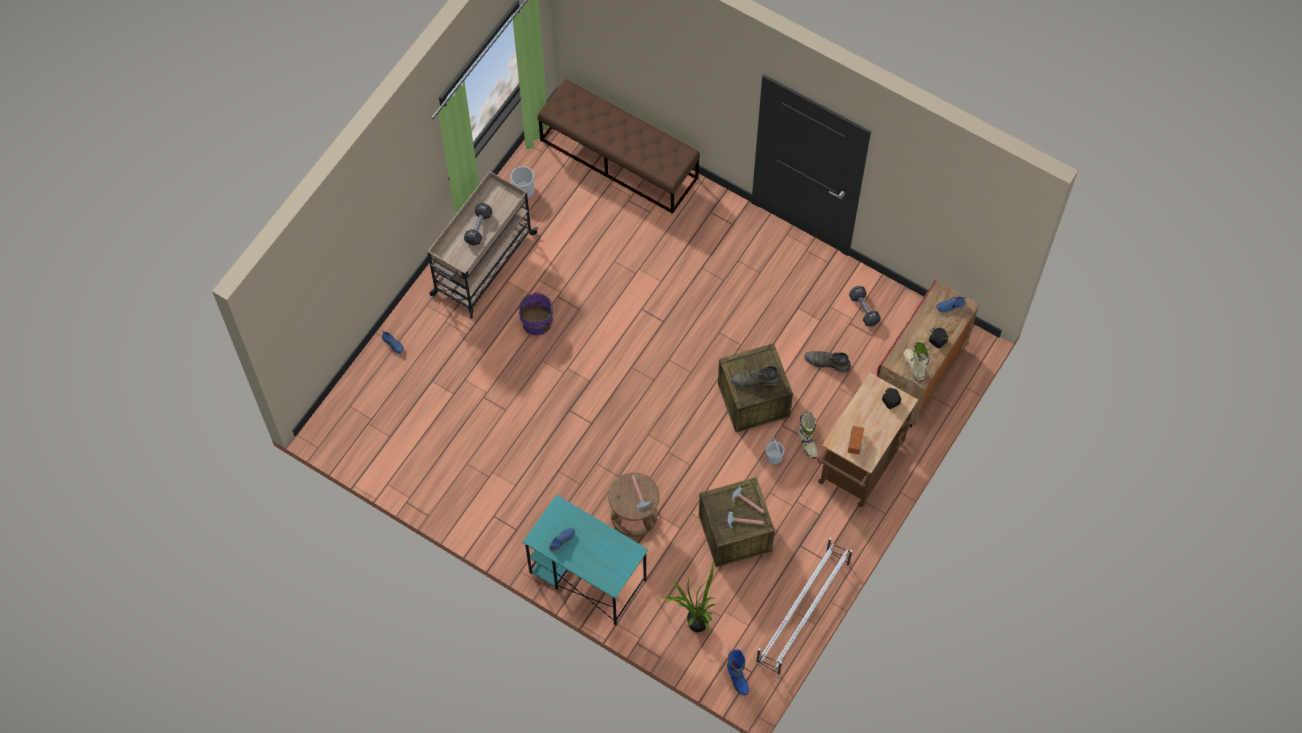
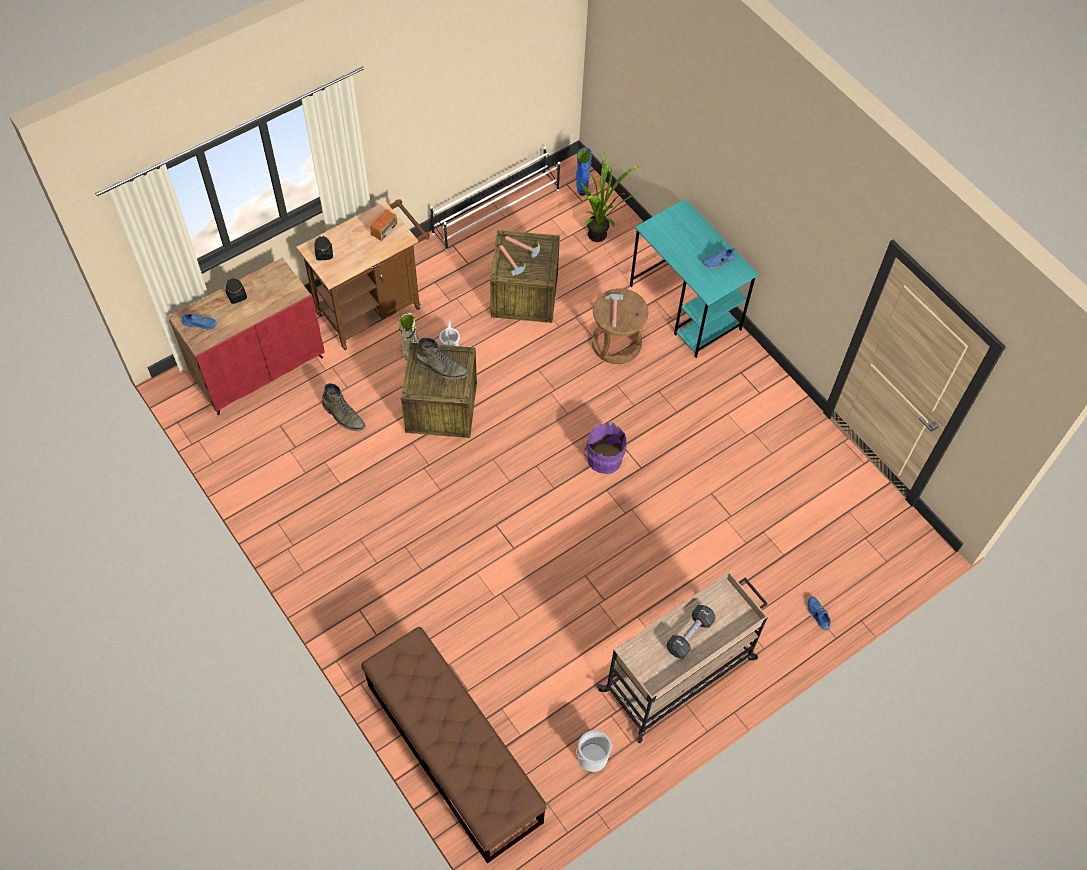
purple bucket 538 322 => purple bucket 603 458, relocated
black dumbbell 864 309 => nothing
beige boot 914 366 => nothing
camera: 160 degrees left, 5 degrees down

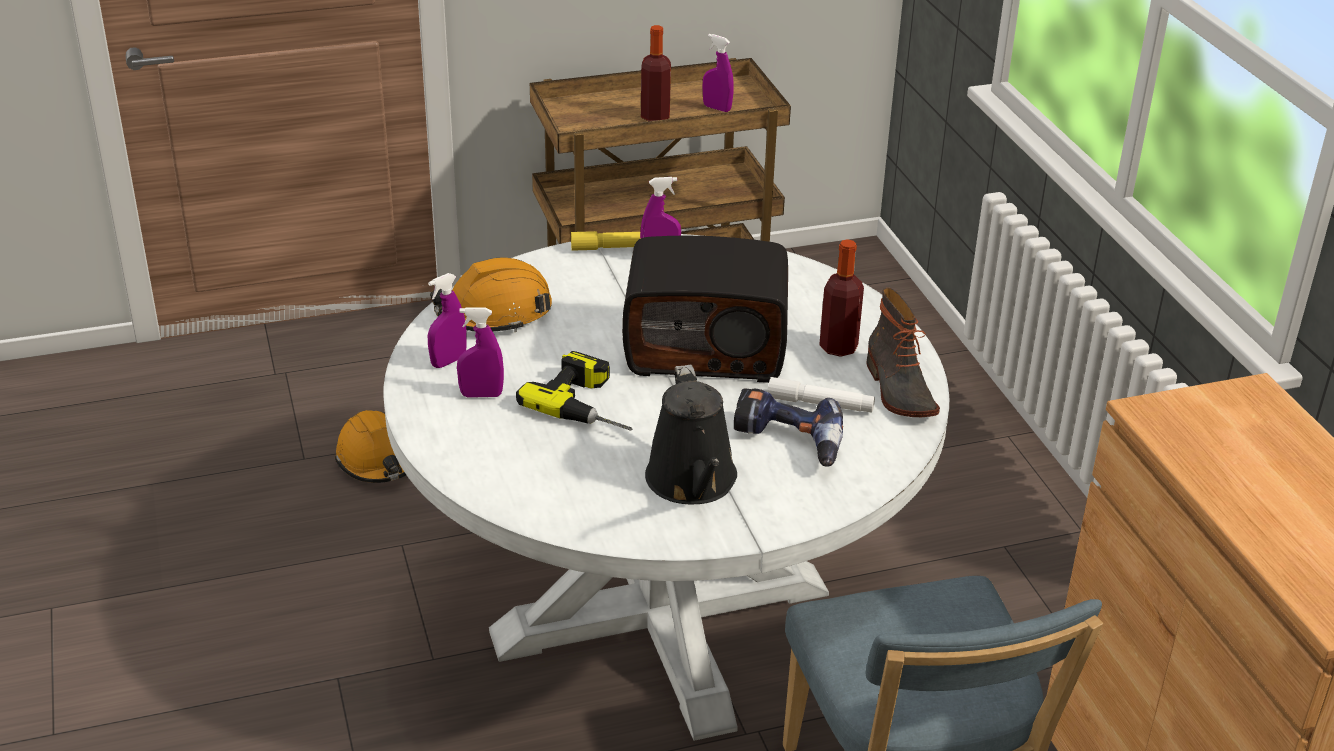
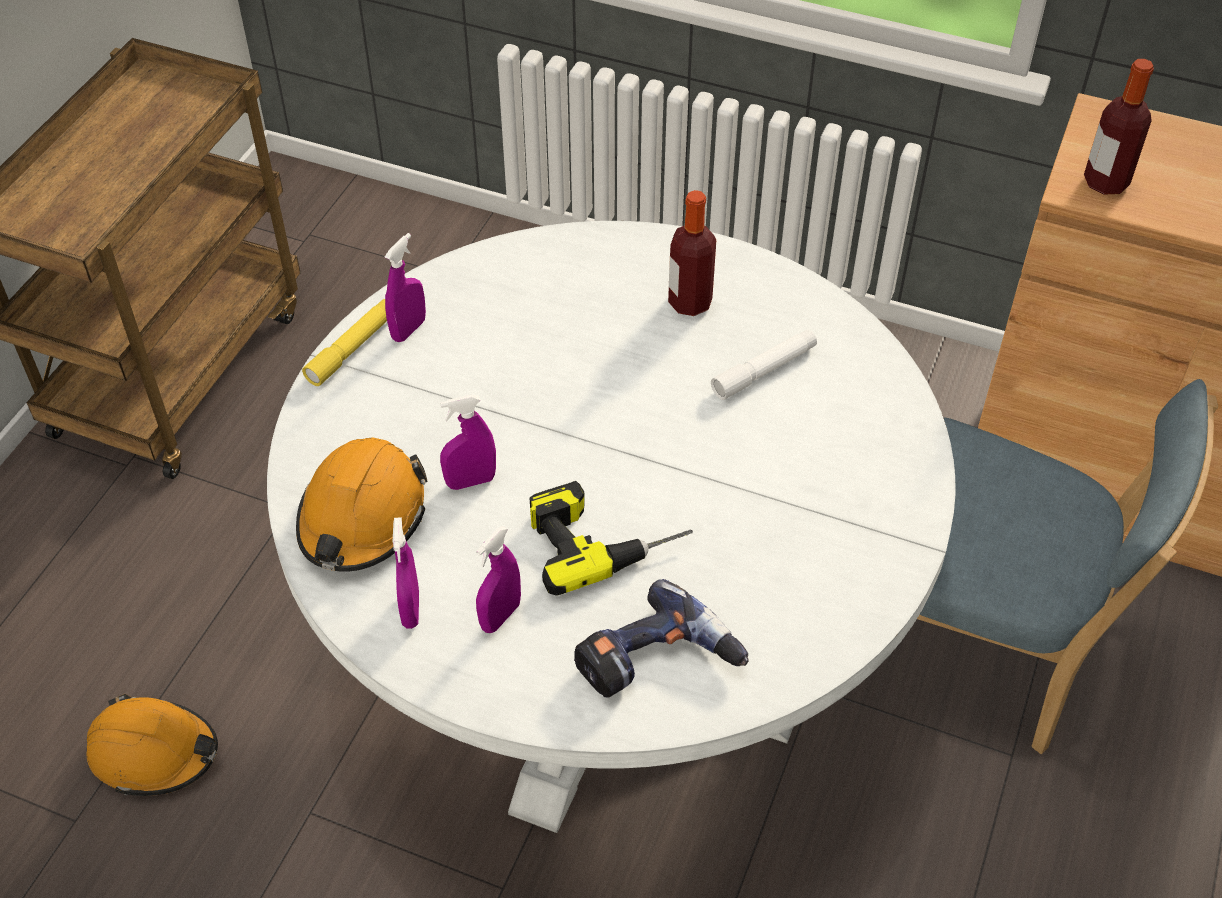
radio 707 347 => nothing
bottle 655 116 => bottle 1105 182, relocated
black watering can 693 482 => nothing
purple spray bottle 717 108 => purple spray bottle 471 481, relocated
power drill 787 443 => power drill 658 664, relocated
boot 897 390 => nothing
camera: 50 degrees left, 15 degrees up

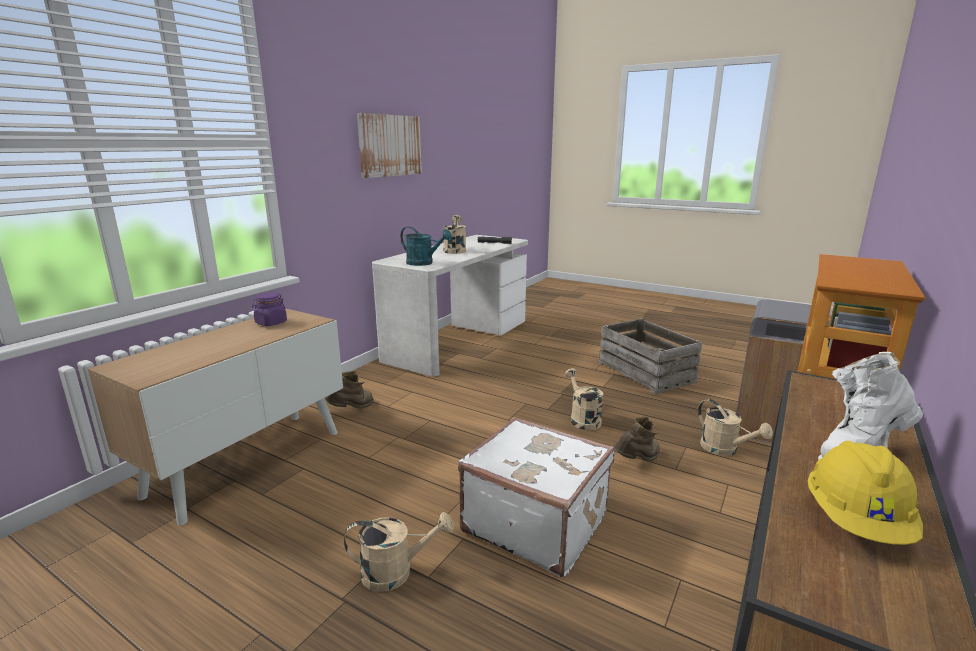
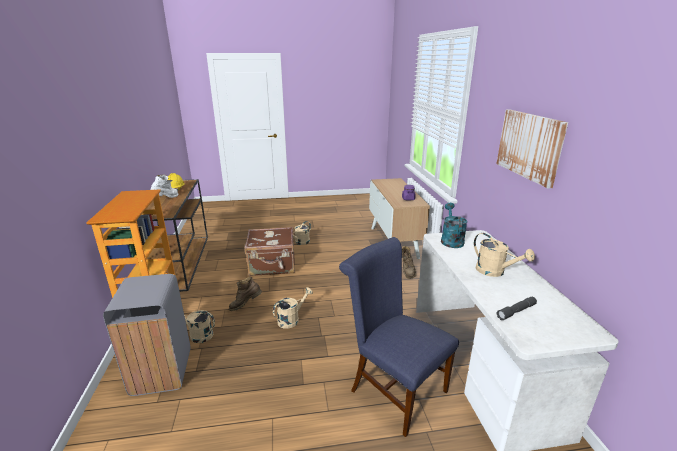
turquoise watering can 424 263 => turquoise watering can 451 240, 105 degrees clockwise
white suitcase 535 522 => brown suitcase 272 266
beige watering can 582 419 => beige watering can 291 319, 75 degrees counterclockwise
crate 646 372 => nothing
brown boot 638 461 => brown boot 245 305, 45 degrees clockwise
nothing => blue chair 393 388
camera: 140 degrees right, 5 degrees up

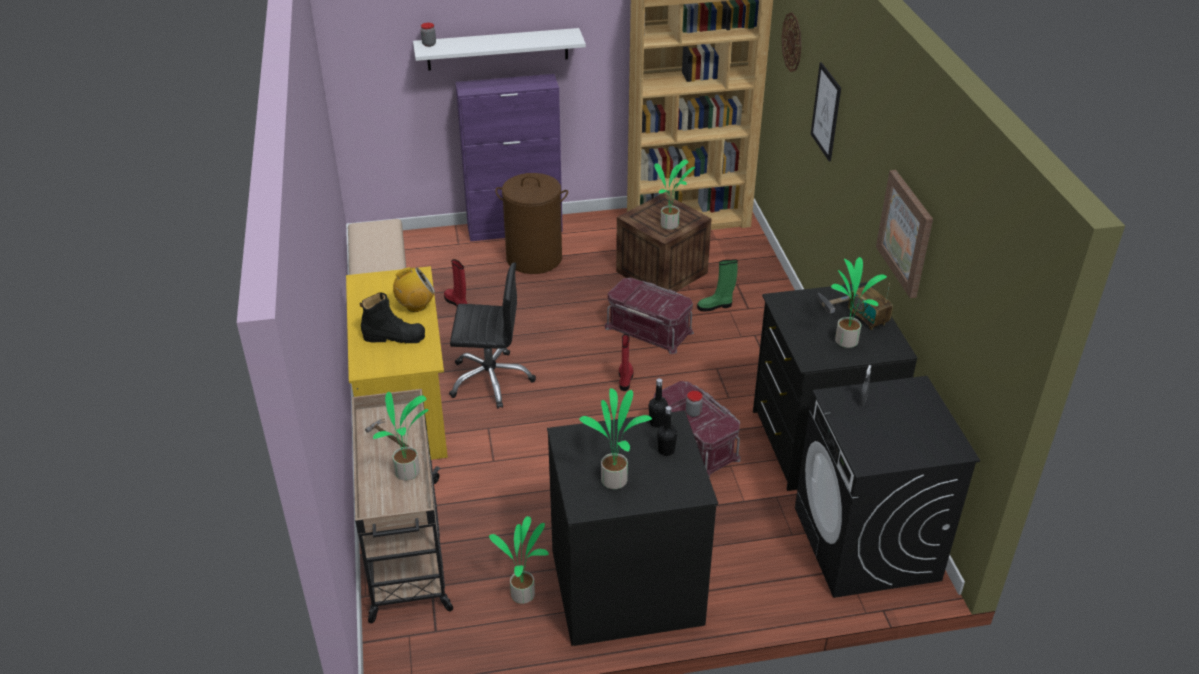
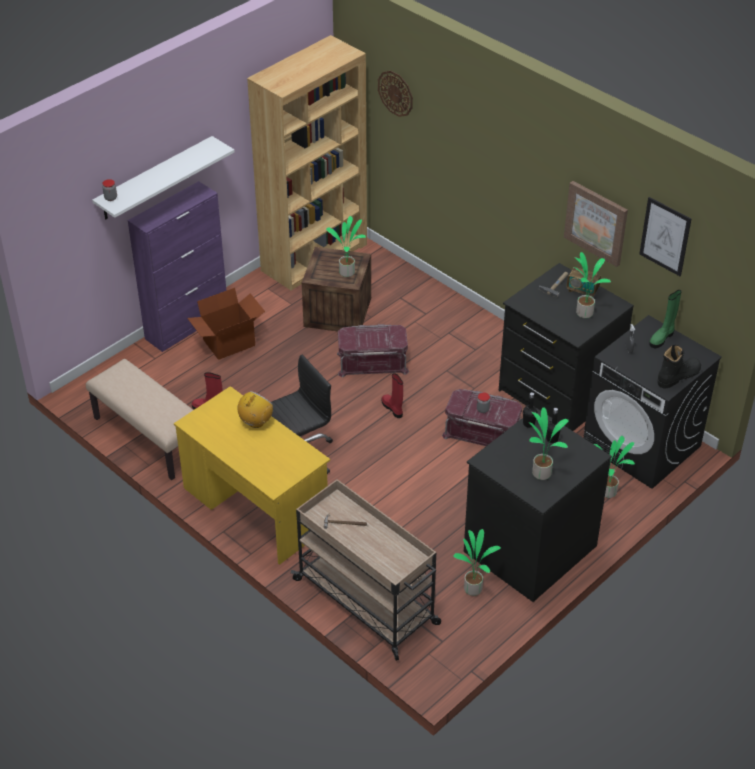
black boot 394 337 => black boot 678 376, relocated
potted plant 409 473 => potted plant 609 492, relocated
brown laundry basket 534 258 => cardboard box 229 343
green boot 715 306 => green boot 662 338, relocated
picture 826 111 => picture 665 236, relocated
camera: 35 degrees left, 5 degrees up

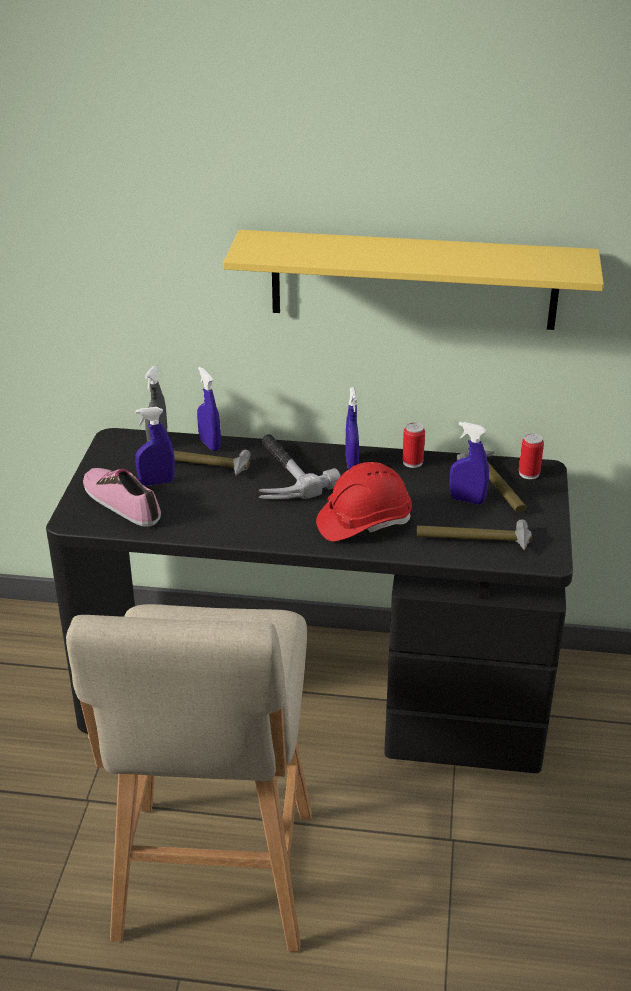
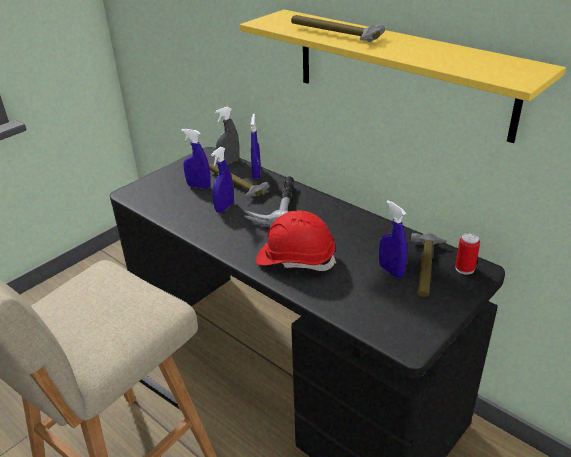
shoe 122 502 => nothing
blue spray bottle 351 463 => blue spray bottle 224 207, relocated
can 412 462 => nothing
hammer 473 541 => hammer 333 34, relocated
camera: 35 degrees right, 0 degrees up

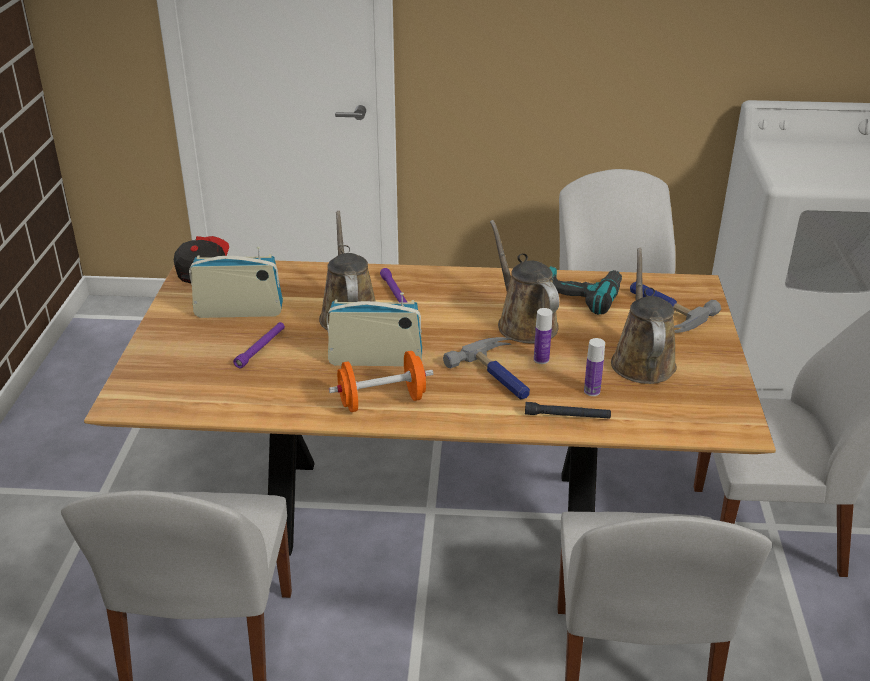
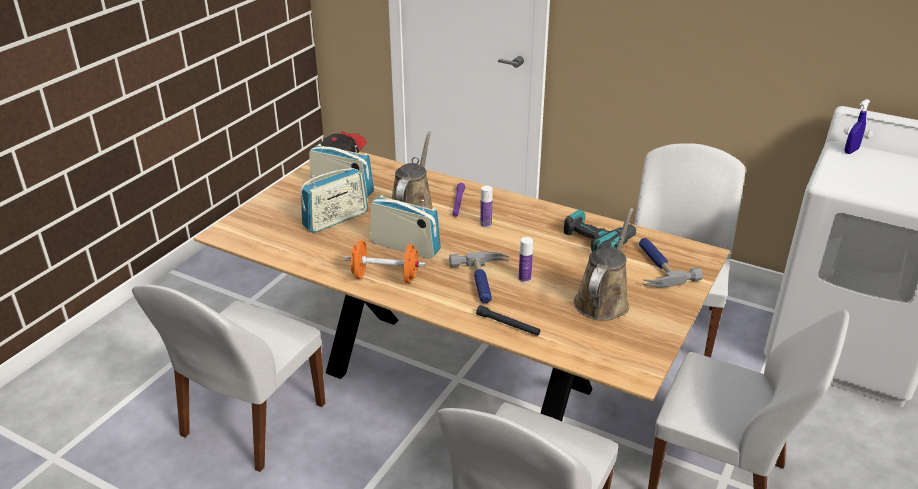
purple flashlight 261 348 => radio 336 219
brown watering can 524 323 => nothing
bottle 592 391 => bottle 486 224, relocated
nothing => blue spray bottle 851 151
camera: 25 degrees right, 0 degrees up

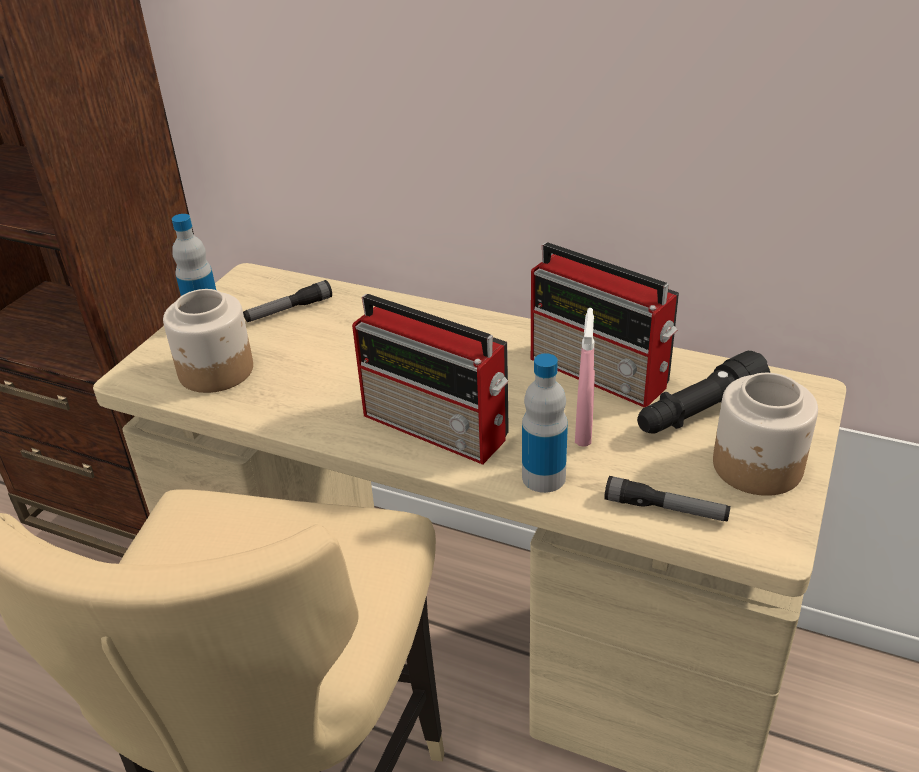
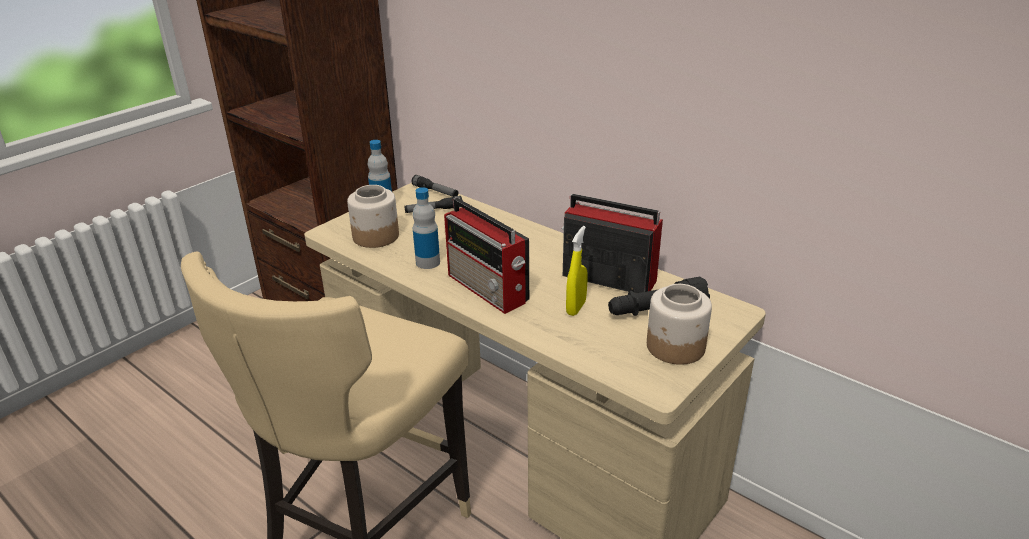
bottle 543 477 => bottle 428 262, relocated
radio 601 373 => radio 606 277, 150 degrees clockwise
pink spray bottle 583 432 => yellow spray bottle 576 308
flashlight 666 509 => flashlight 435 191, relocated
camera: 15 degrees right, 5 degrees down

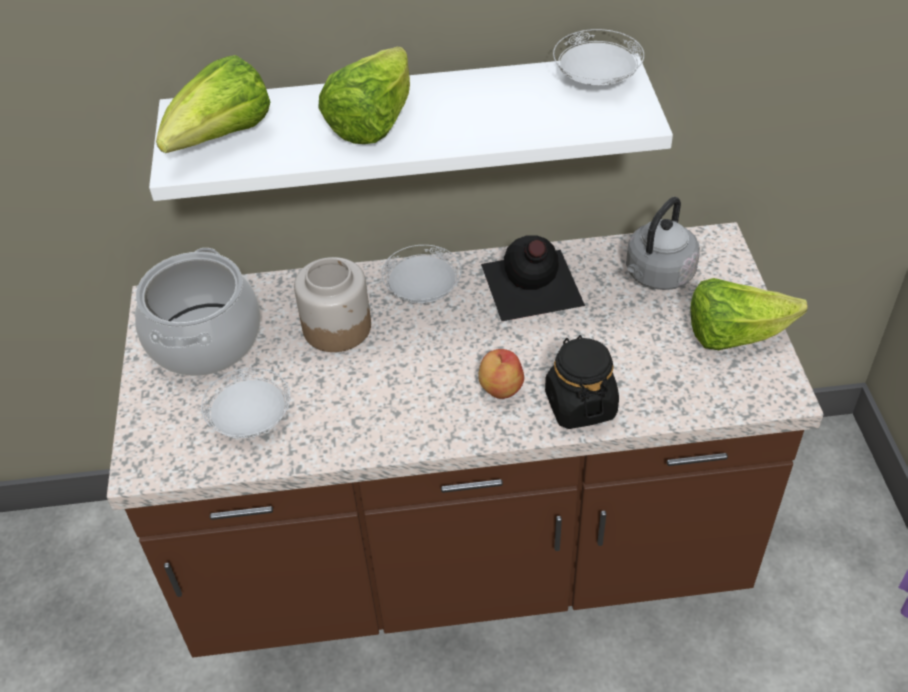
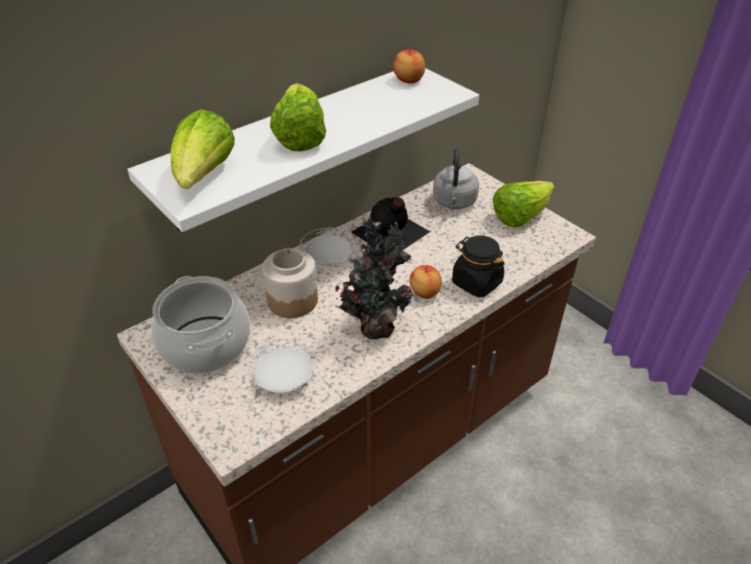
white plate 596 79 => apple 408 80
nothing => potted plant 375 326
camera: 35 degrees left, 5 degrees down

